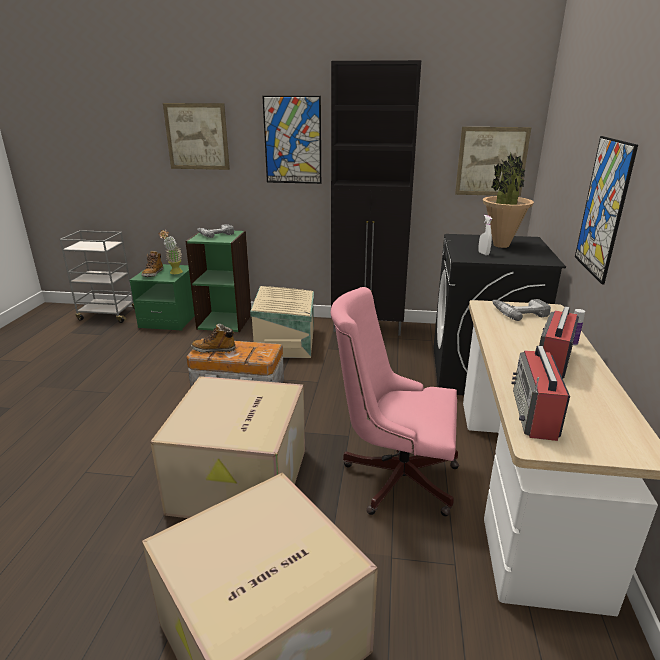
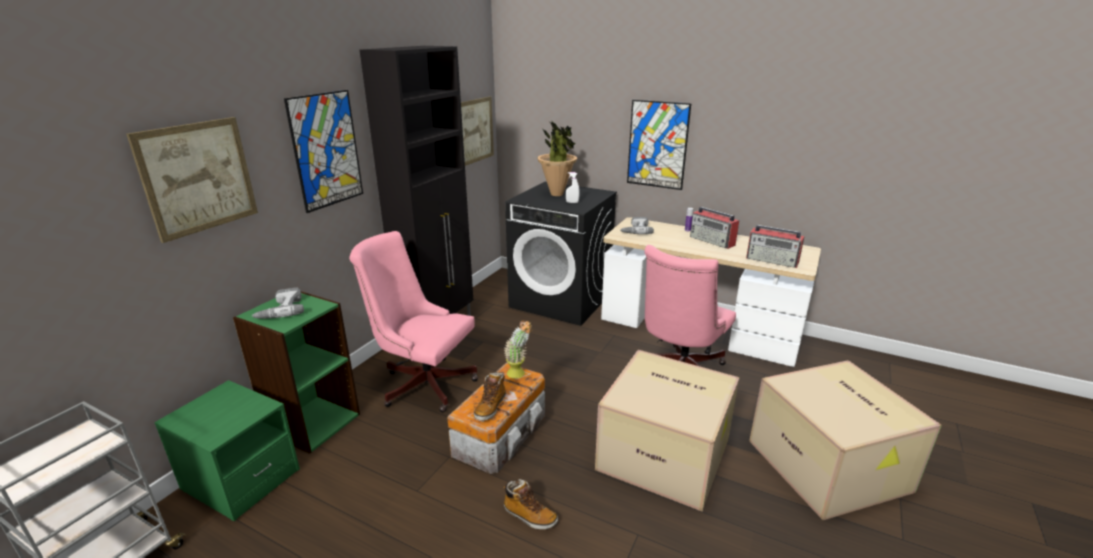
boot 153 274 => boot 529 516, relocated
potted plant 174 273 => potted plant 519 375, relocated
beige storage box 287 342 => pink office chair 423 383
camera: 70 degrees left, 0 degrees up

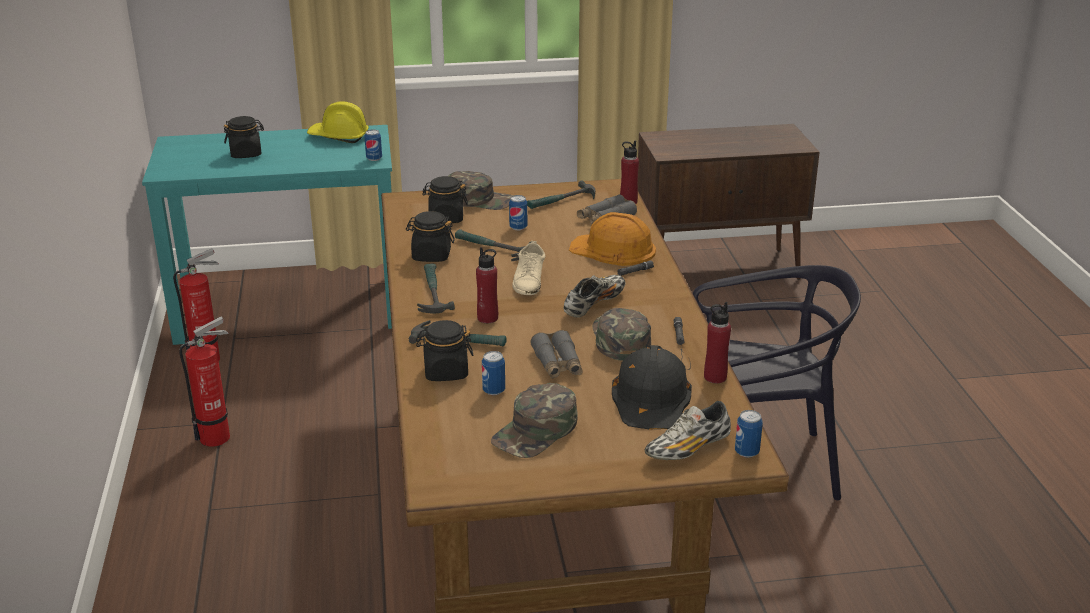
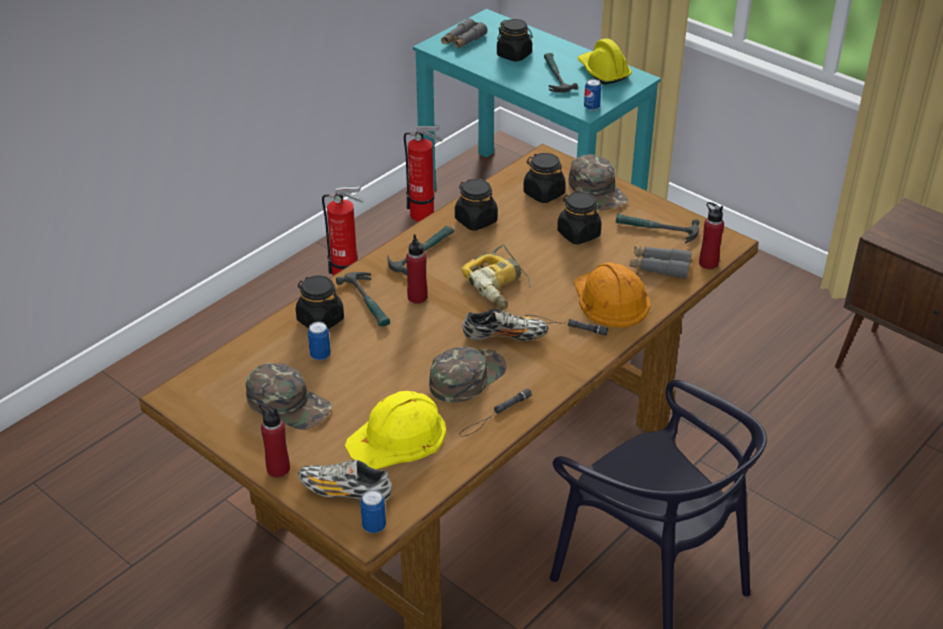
hammer 492 248 => hammer 555 76, relocated
green cap 536 431 => green cap 289 404, 150 degrees counterclockwise
can 518 227 => black jar 578 234
beige shoe 529 280 => power drill 500 285
grey binoculars 557 364 => grey binoculars 463 40, relocated
black hard hat 651 397 => yellow hard hat 398 437
red bottle 715 377 => red bottle 278 469, relocated
camera: 50 degrees right, 10 degrees up

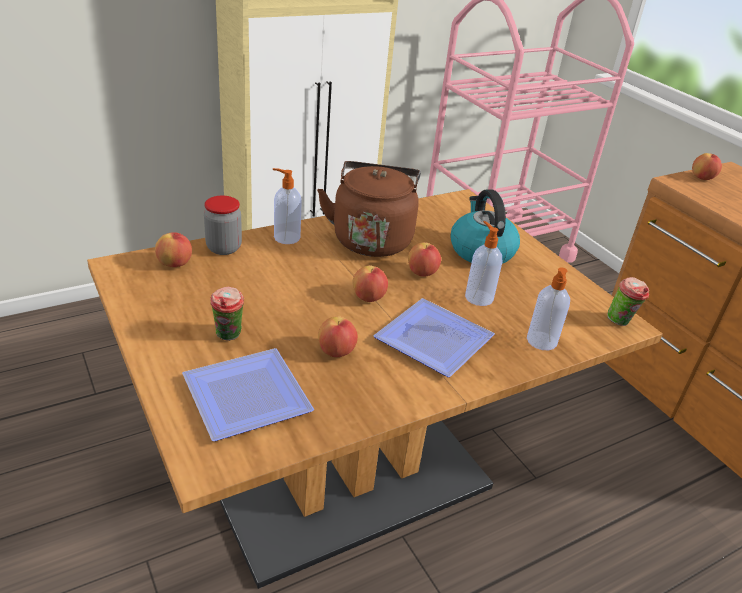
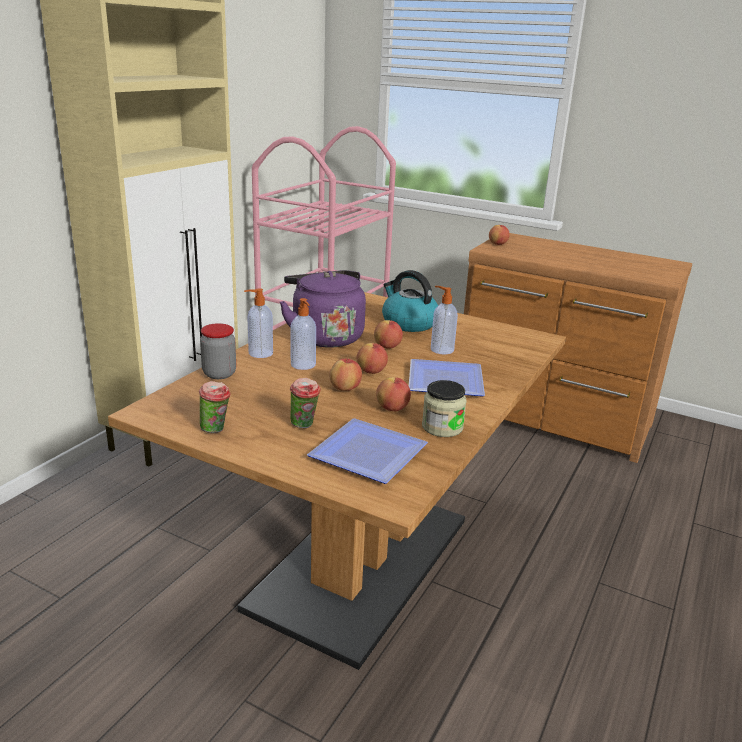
apple 175 264 => apple 345 388, relocated
brown kettle 372 238 => purple kettle 325 336
soap dispenser 541 342 => soap dispenser 303 365, relocated
cup 621 322 => cup 216 430, relocated
nothing => jar 442 427
camera: 30 degrees left, 10 degrees down

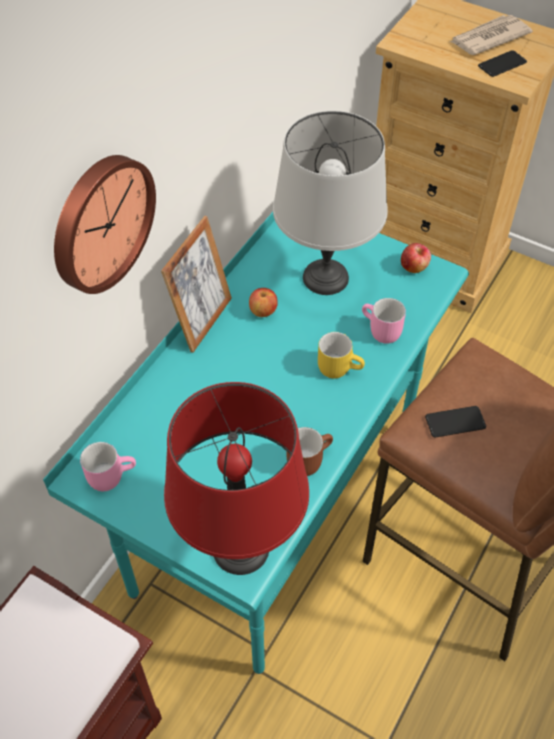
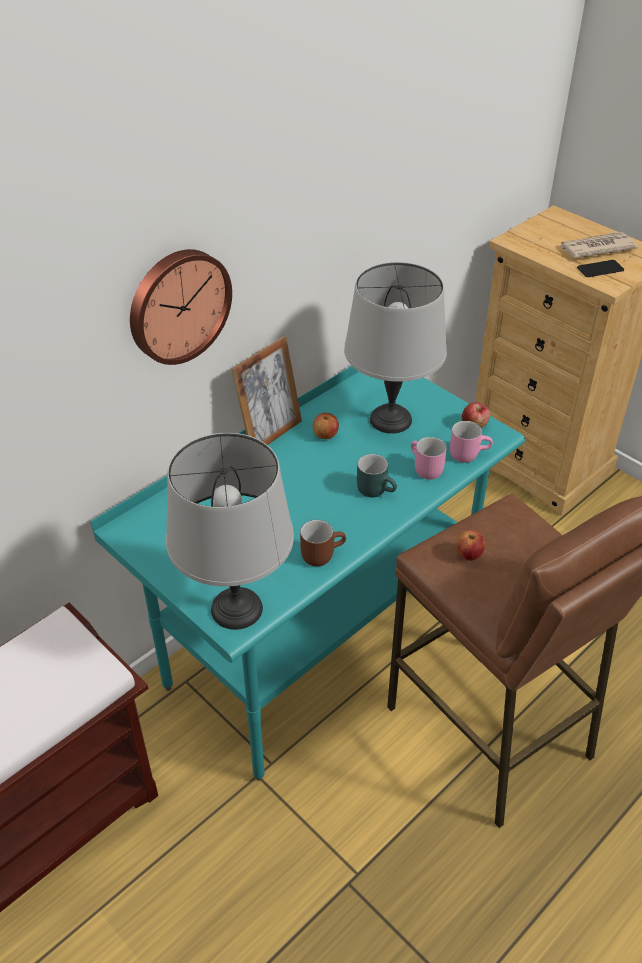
pink mug 110 474 => pink mug 468 453, relocated
red table lamp 241 549 => grey table lamp 237 610
yellow mug 339 367 => turquoise mug 377 489
phone 455 422 => apple 469 555
camera: 15 degrees right, 10 degrees down

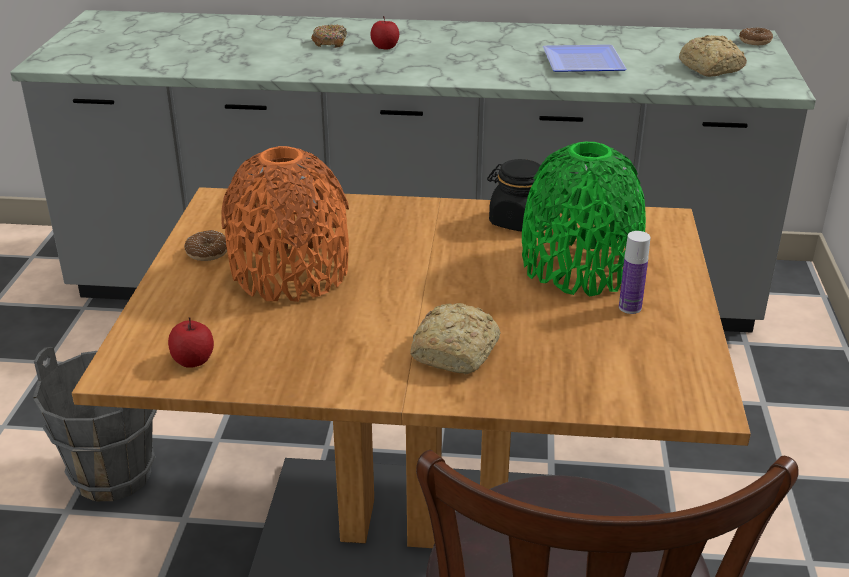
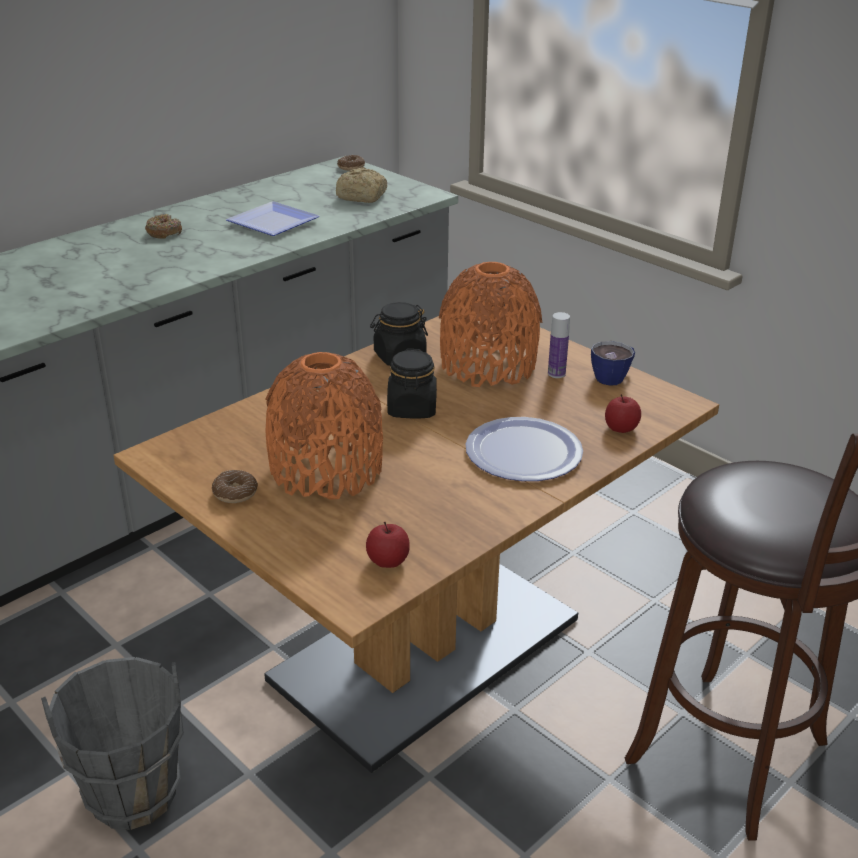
donut 330 42 => donut 164 232, relocated
apple 385 47 => apple 621 428, relocated
bread 457 351 => plate 523 452
green vase 579 267 => orange vase 488 365
nothing => black jar 412 409
nothing => cup 614 377
camera: 50 degrees left, 0 degrees up

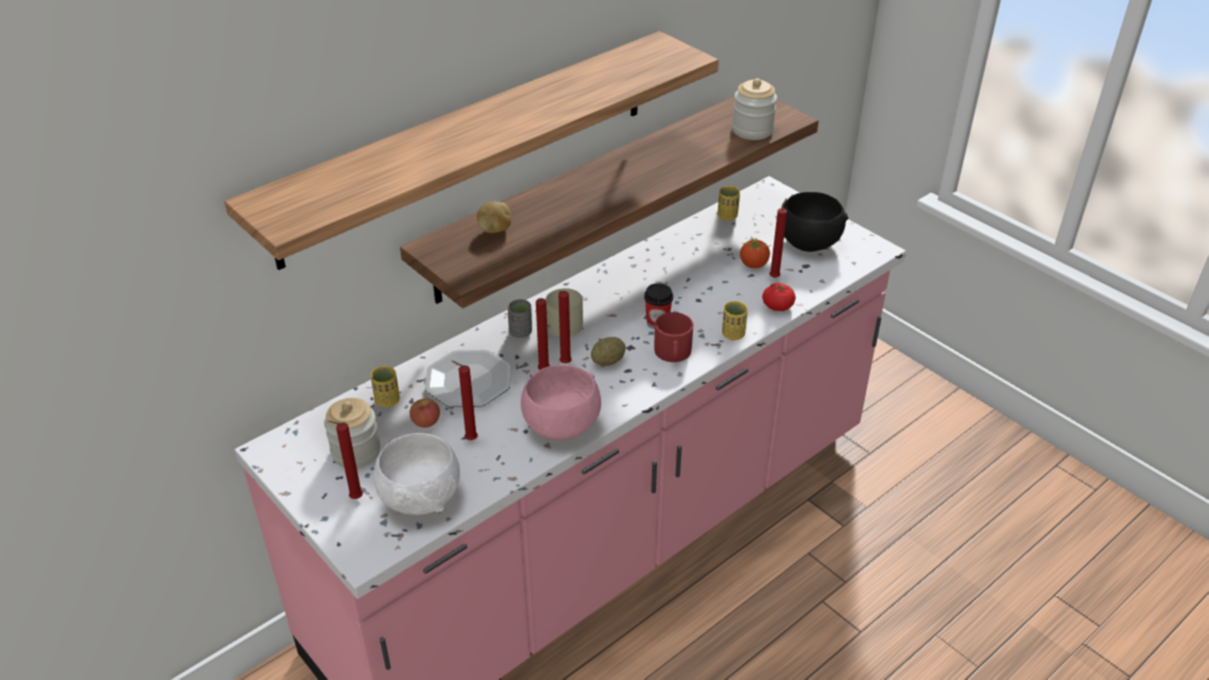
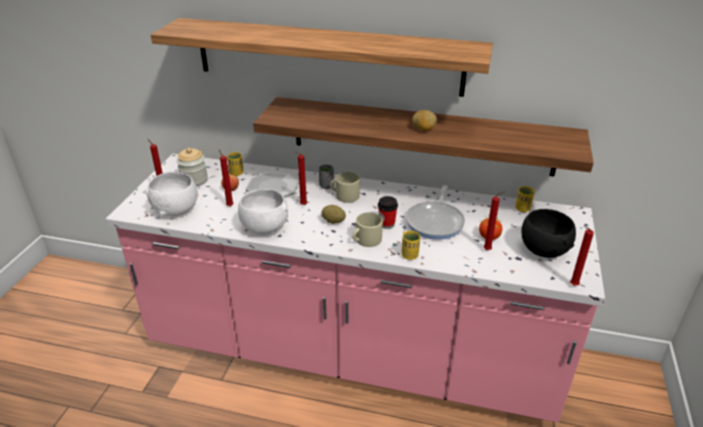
potato 495 230 => potato 423 129, relocated
pink bowl 560 427 => white bowl 264 228
red candle 564 364 => red candle 572 285, relocated
red mug 673 353 => beige mug 366 240
jar 752 130 => nothing
tomato 777 306 => nothing
nothing => frying pan 435 222
camera: 55 degrees right, 5 degrees down

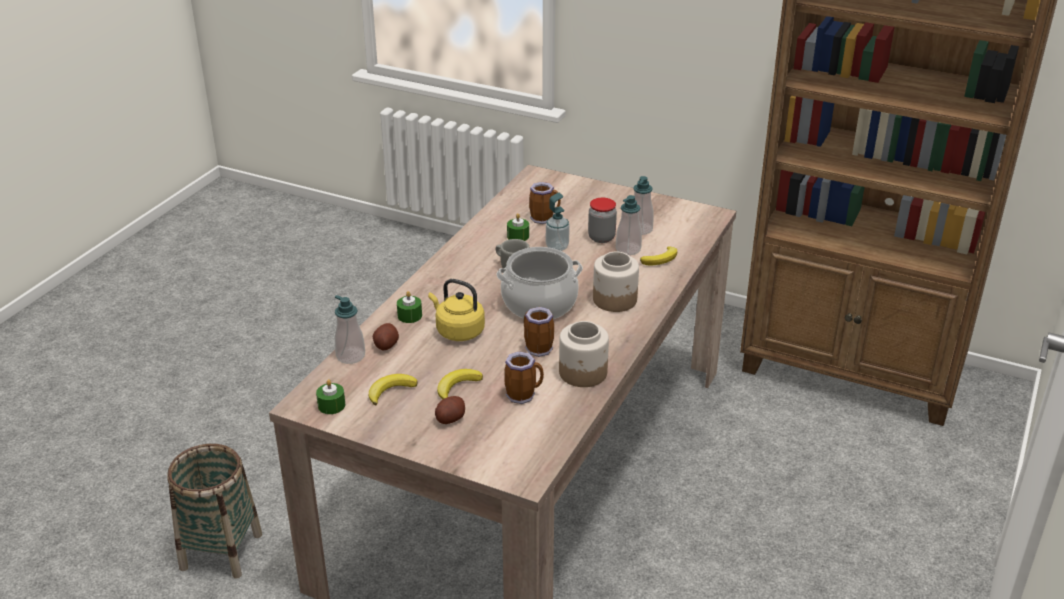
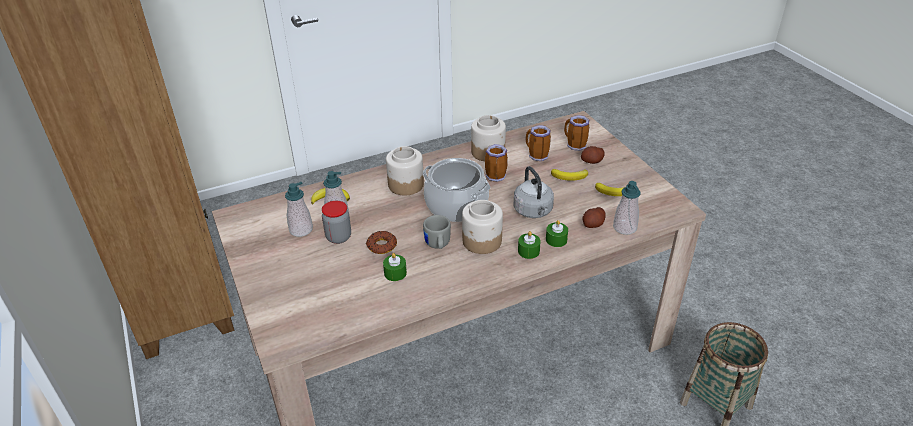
green candle 331 405 => green candle 528 251, relocated
yellow kettle 458 331 => grey kettle 533 211
mug 544 218 => mug 574 145, relocated
soap dispenser 557 247 => donut 381 246
nothing => jar 482 241
camera: 140 degrees left, 5 degrees up

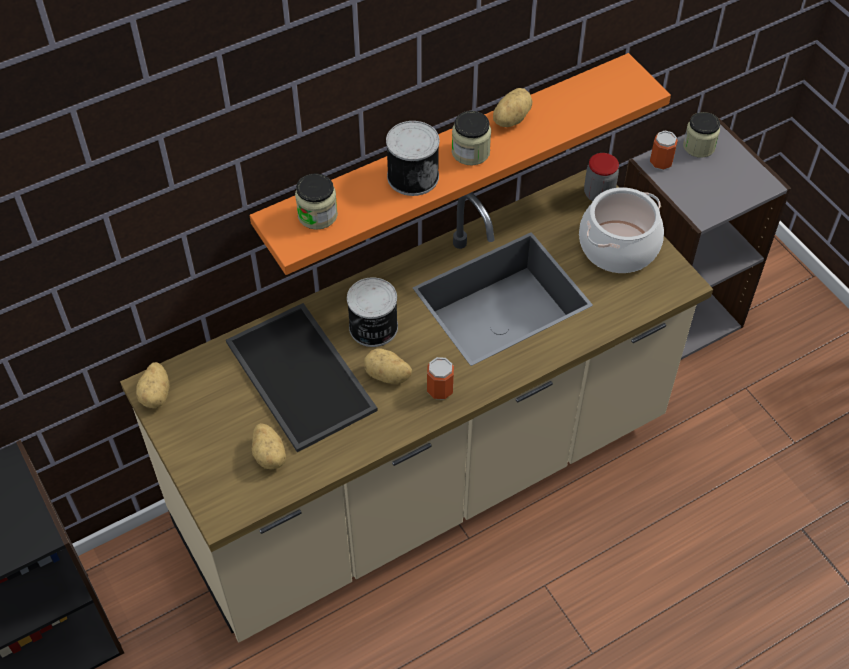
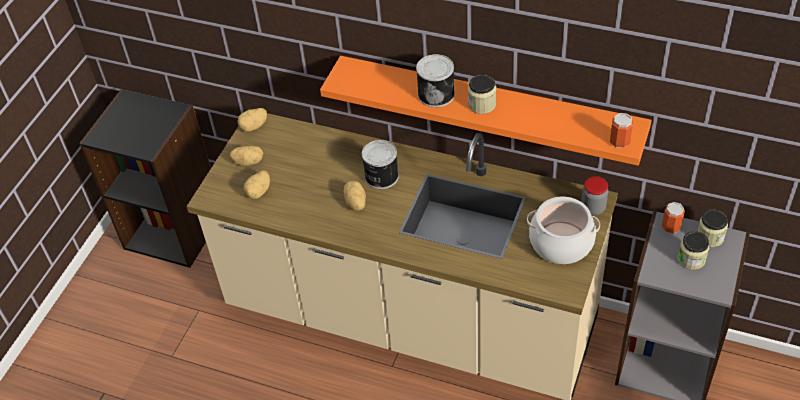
tray 303 376 => nothing
jar 317 215 => jar 691 259, relocated
can 440 390 => can 619 141, relocated
potato 510 119 => potato 248 161, relocated
camera: 55 degrees right, 5 degrees down

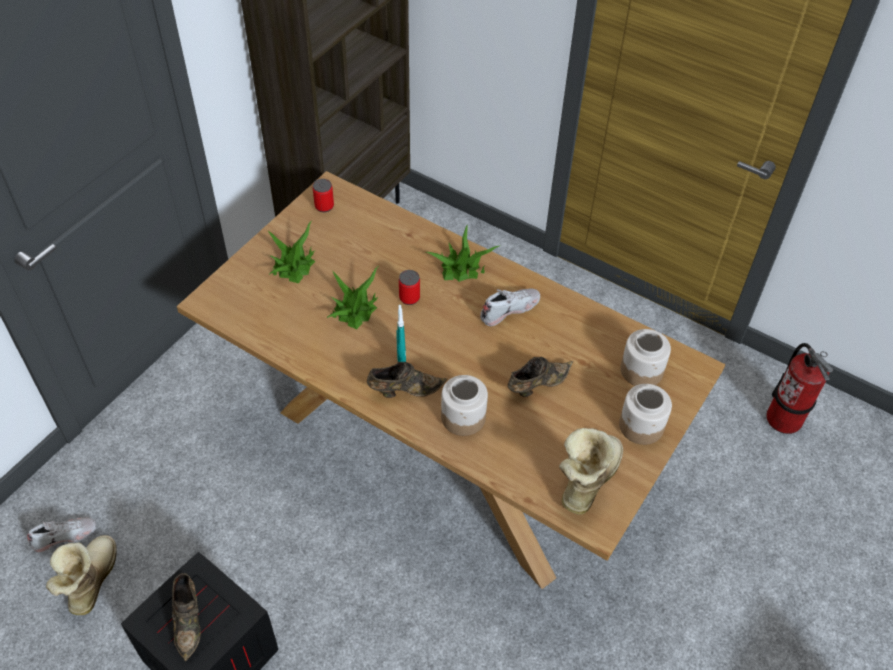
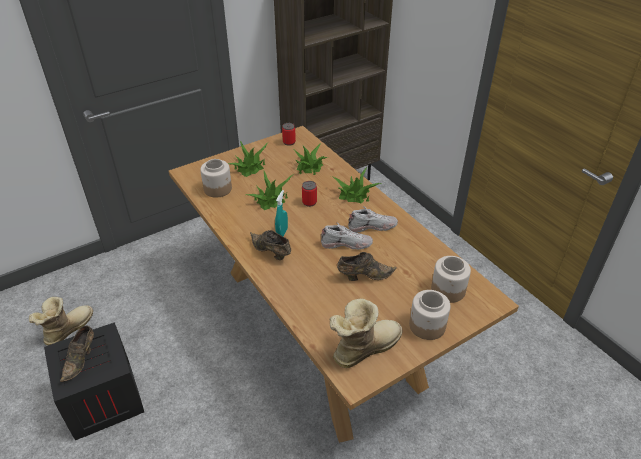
white shoe 65 536 => white shoe 346 243, relocated
brown shoe 404 390 => brown shoe 271 252, 150 degrees counterclockwise
jar 463 417 => jar 218 189, relocated
fire extinguisher 784 418 => nothing
nothing => potted plant 309 166
camera: 25 degrees right, 10 degrees down

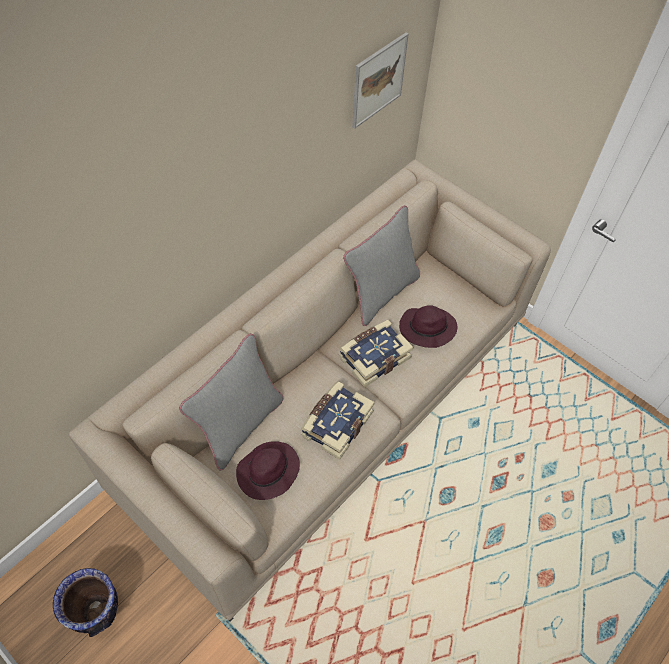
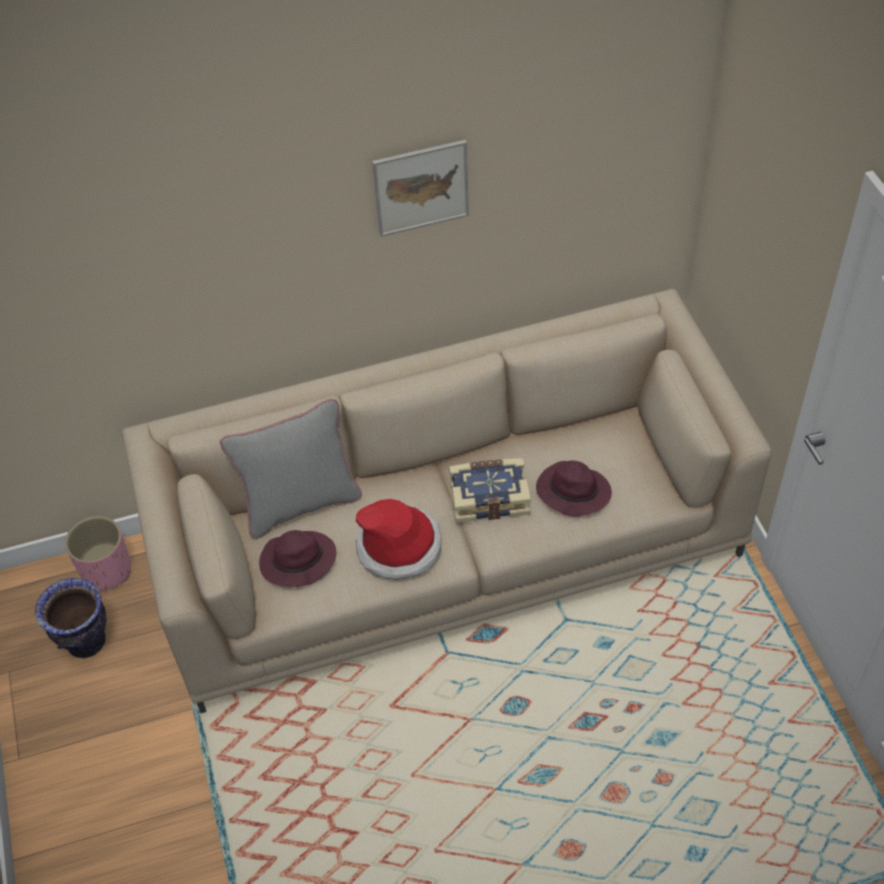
book 336 424 => hat 399 546
grey pillow 381 293 => nothing
picture 378 80 => picture 421 187, relocated
nothing => pink planter 107 570
camera: 35 degrees right, 5 degrees down

